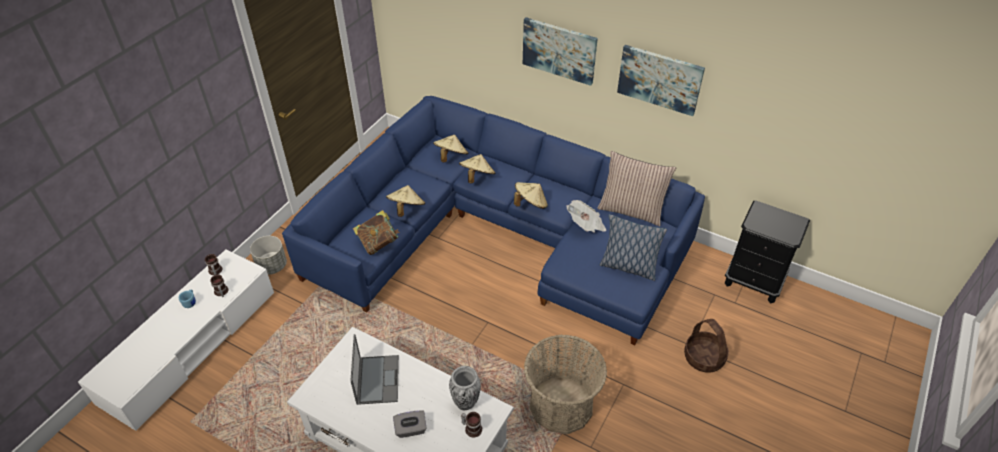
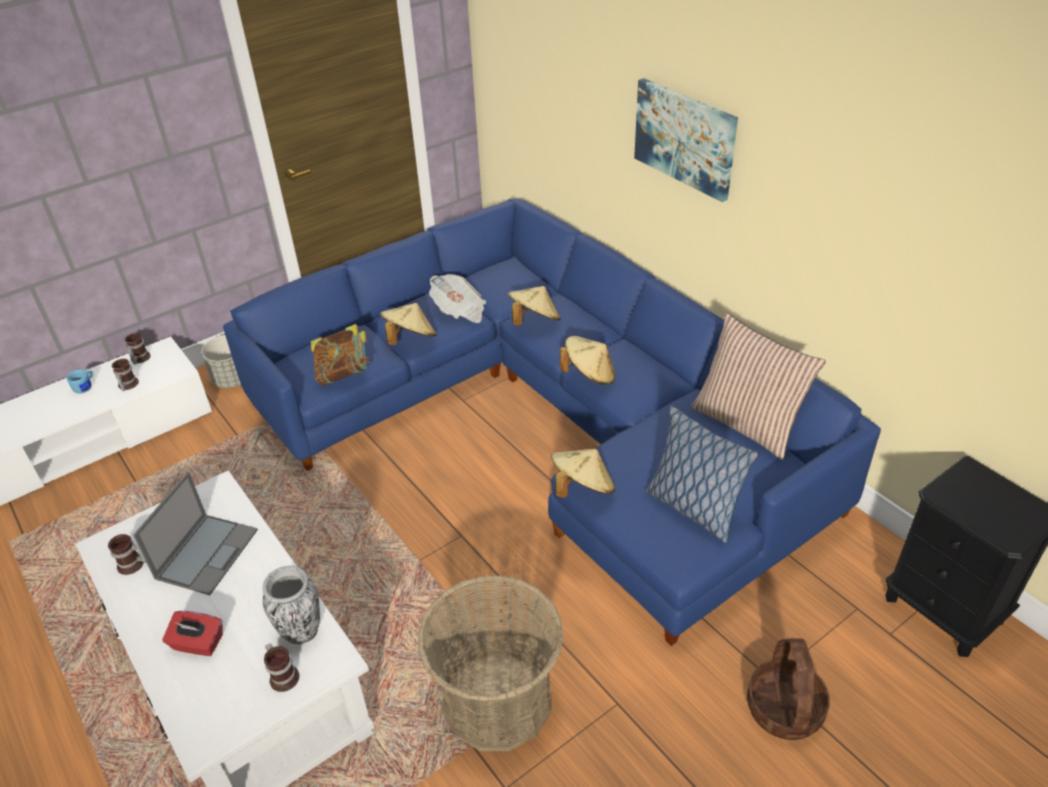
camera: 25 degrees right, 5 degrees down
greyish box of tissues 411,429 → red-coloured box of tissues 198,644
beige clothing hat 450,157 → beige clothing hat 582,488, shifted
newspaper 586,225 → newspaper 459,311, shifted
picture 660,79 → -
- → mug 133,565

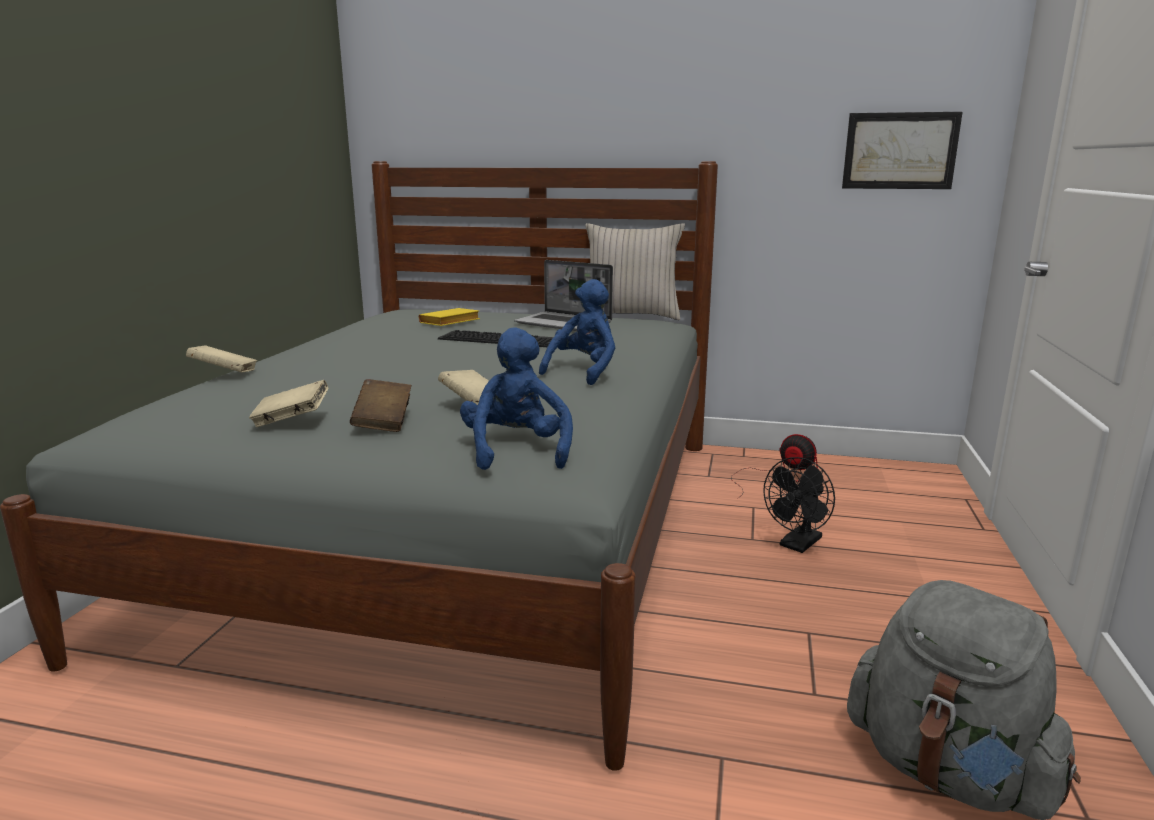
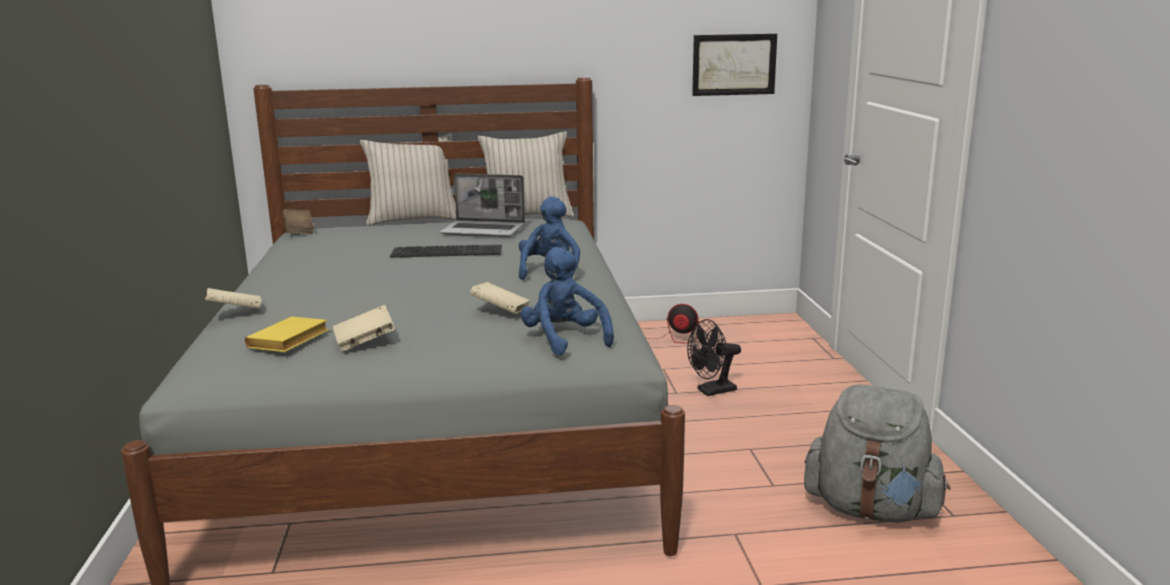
camera: 20 degrees left, 0 degrees up
brown volume 383,422 → brown volume 299,231, shifted
yellowish volume 449,323 → yellowish volume 288,342, shifted
blackish fan 797,545 → blackish fan 711,391, 45 degrees clockwise
- → beige cushion 413,220

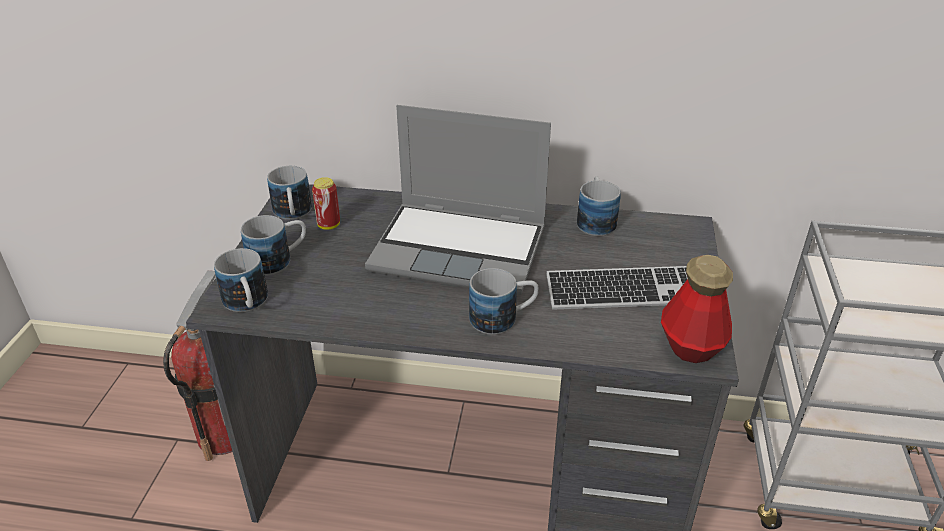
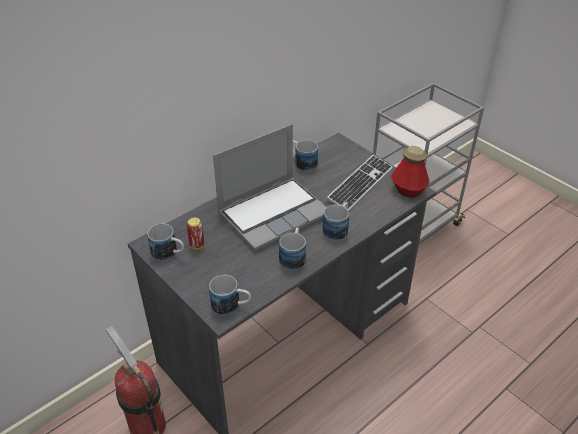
camera: 50 degrees left, 5 degrees up
mug 279,260 → mug 293,256, shifted

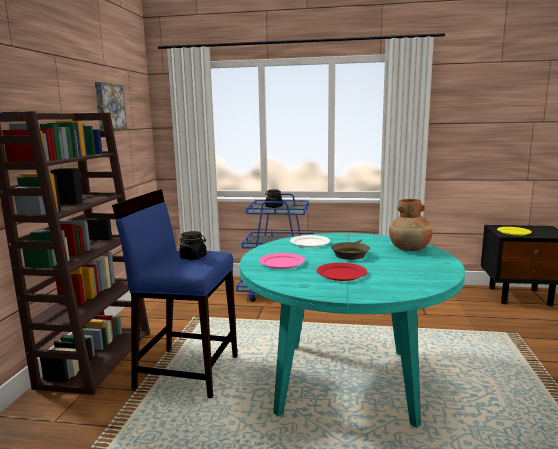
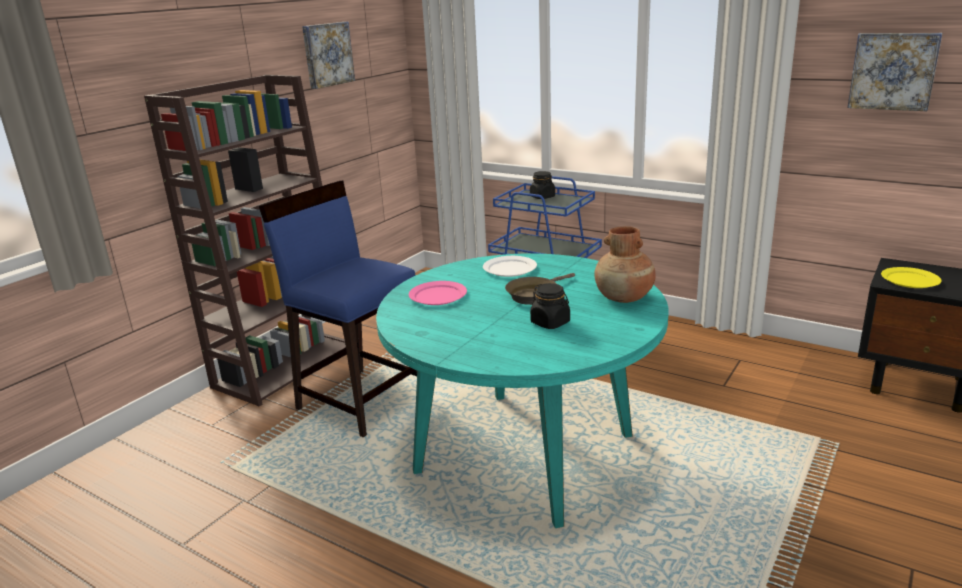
camera: 25 degrees right, 10 degrees up
blackish jar 193,257 → blackish jar 550,323, shifted
red-coloured plate 341,274 → -
- → picture 893,71

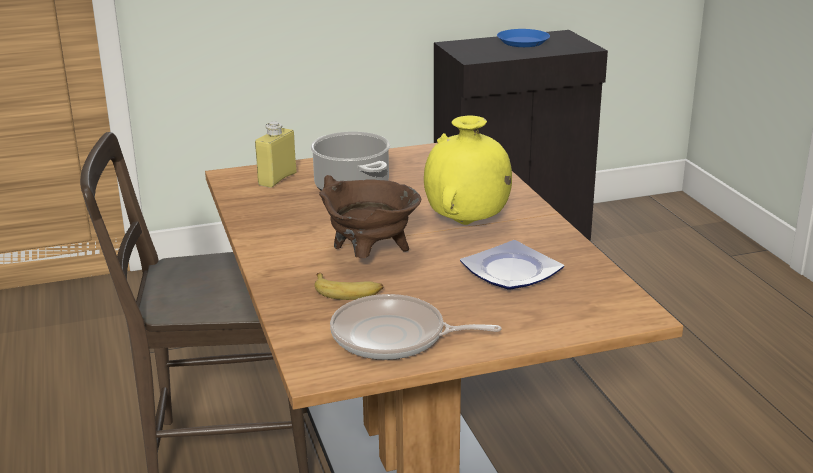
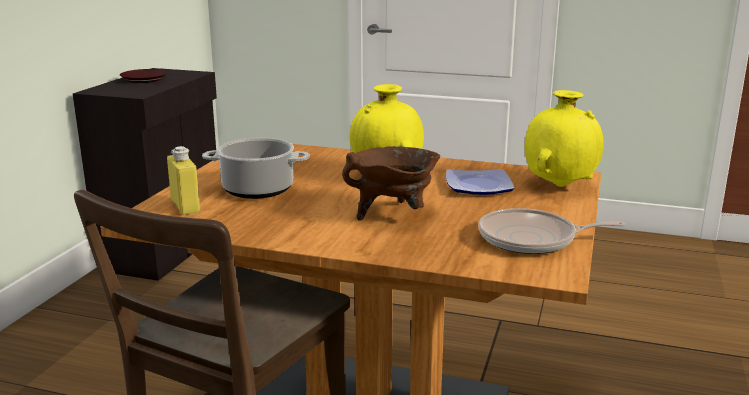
camera: 55 degrees left, 5 degrees down
whole banana 348,292 → -
skillet 394,337 → skillet 532,239, 45 degrees clockwise
bluish plate 522,42 → brown plate 144,79
- → yellowish decorative vase 559,185

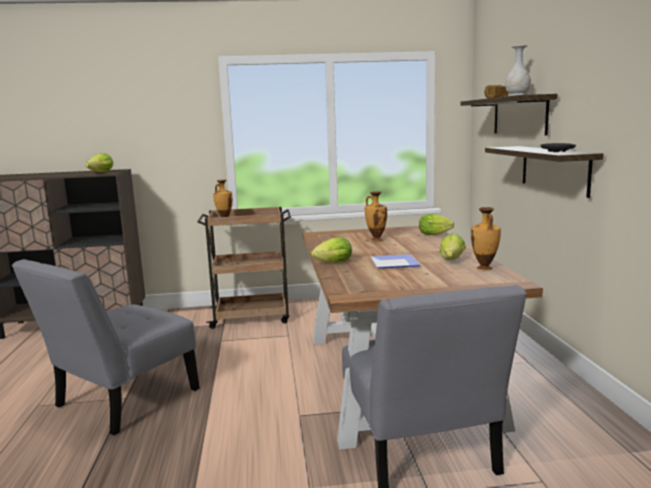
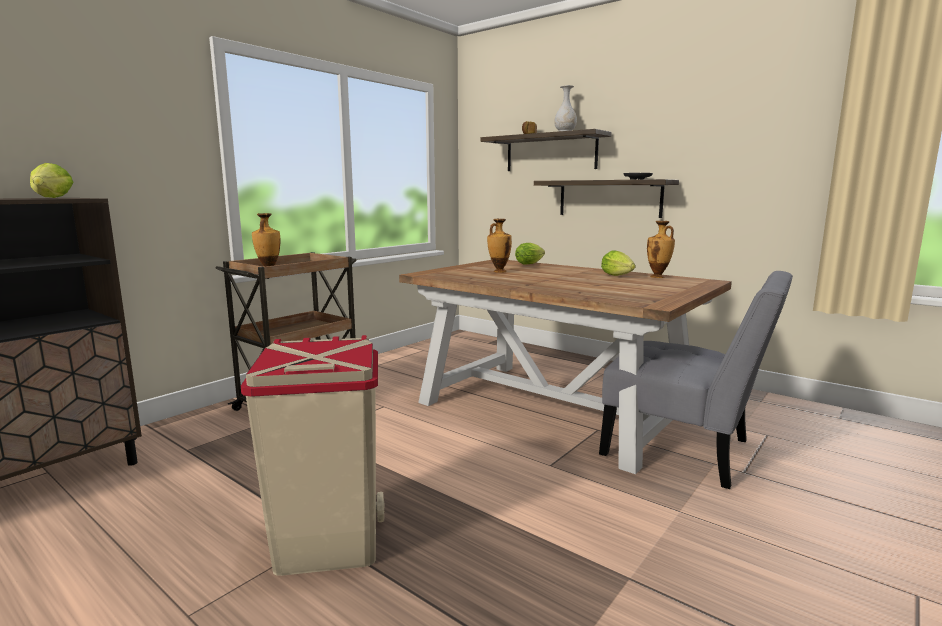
camera: 45 degrees left, 0 degrees up
greyish upright chair 121,401 → beige waste bin 327,543
lettuce head 331,263 → -
plate 395,263 → -

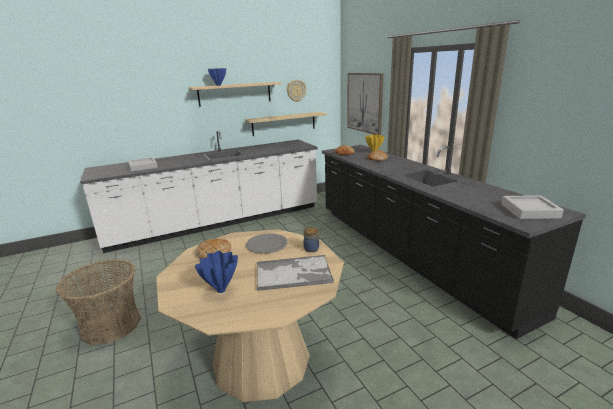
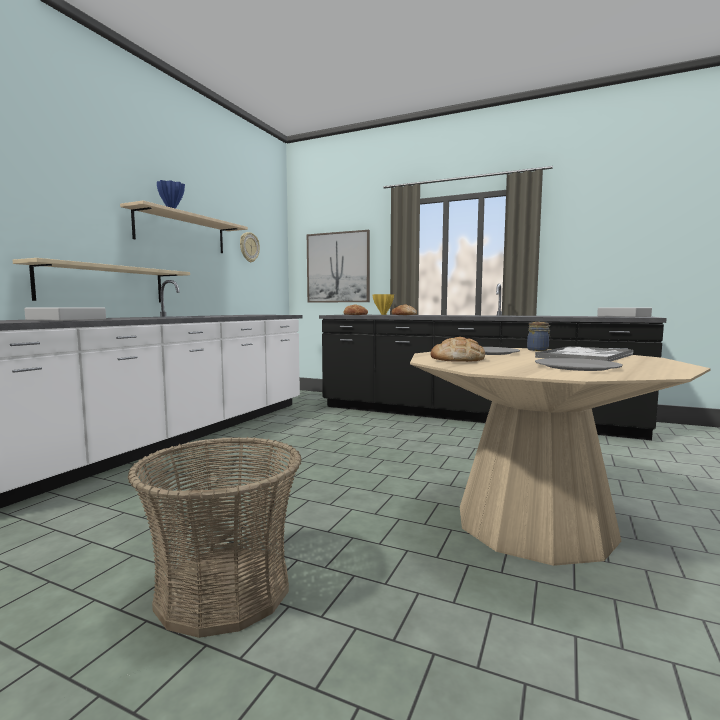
camera: 40 degrees left, 15 degrees down
bluish decorative vase 222,290 → greyish plate 577,367
beige wall shelf 284,123 → beige wall shelf 104,284, shifted

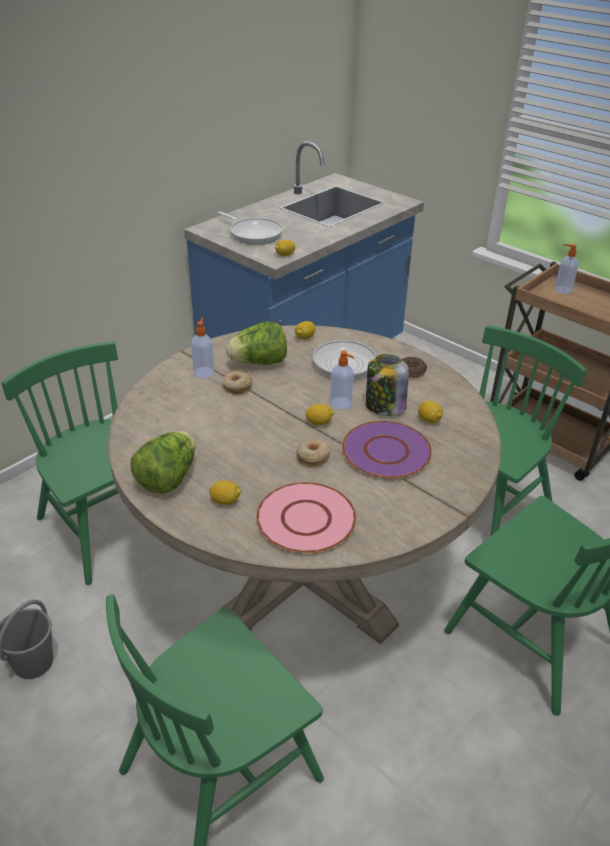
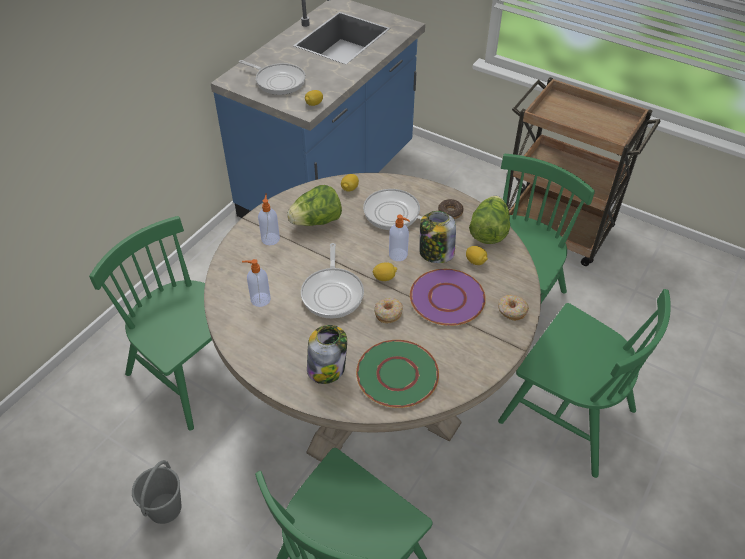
camera: 10 degrees left, 10 degrees up
lettuce head 168,478 → lettuce head 488,232, shifted
citrus fruit 225,501 → jar 327,368
doughnut 236,387 → doughnut 511,311, shifted
pinkish plate 305,519 → green plate 397,375
liquid soap bottle 562,289 → liquid soap bottle 259,299, shifted
- → skillet 333,293

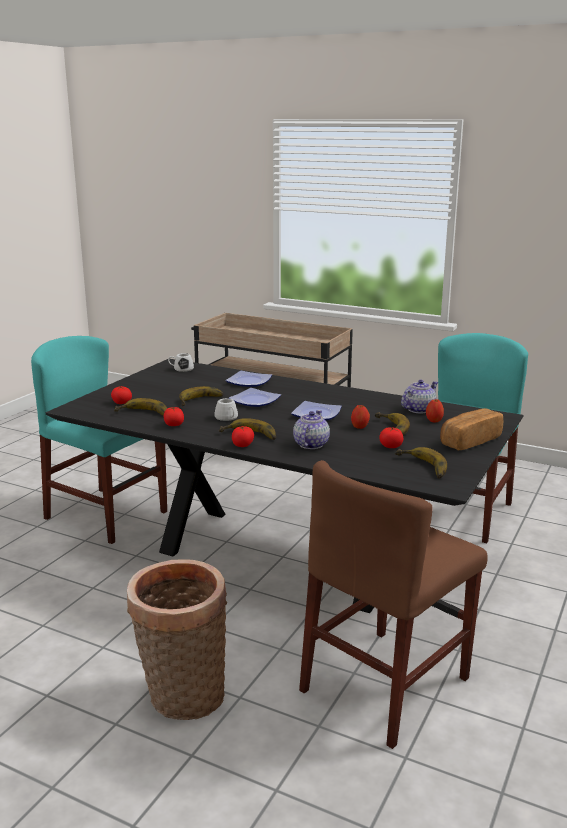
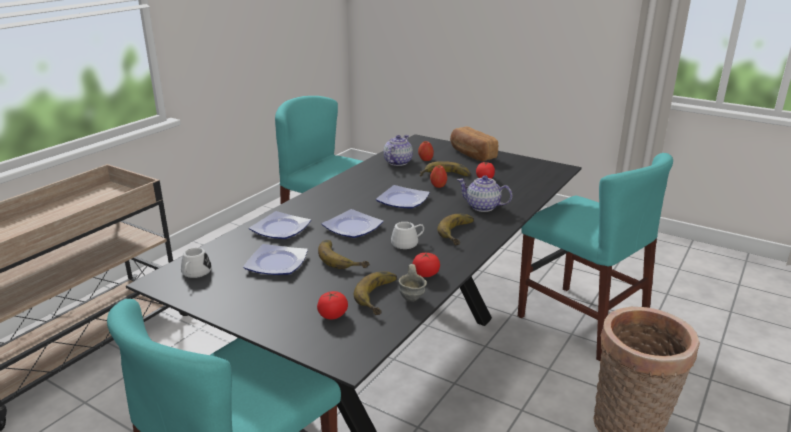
camera: 85 degrees left, 5 degrees up
tomato 242,445 → -
brown upright chair 385,684 → turquoise upright chair 581,321
whole banana 421,467 → -
tea pot 418,409 → tea pot 397,162, 60 degrees clockwise
- → plate 277,264
- → greyish mug 413,297

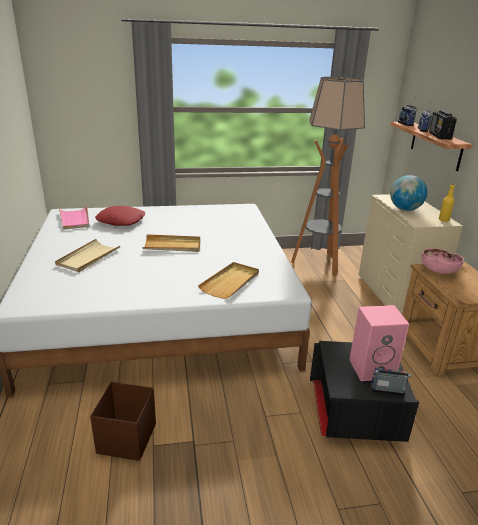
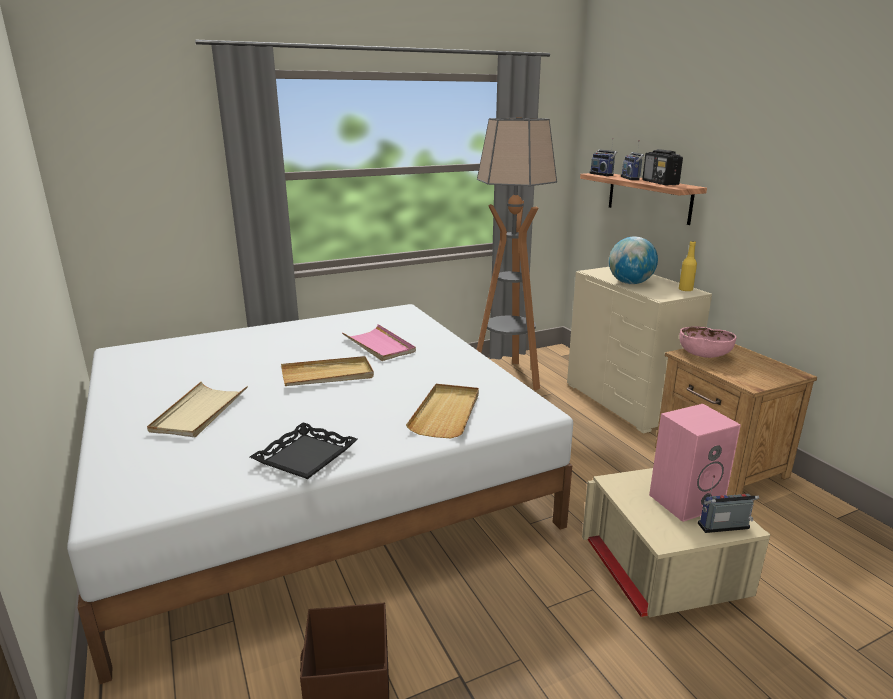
camera: 15 degrees left, 5 degrees down
pinkish serving tray 75,219 → pinkish serving tray 379,345, shifted
red-coloured cushion 121,220 → -
blackish storage box 353,411 → beige storage box 661,571
- → blackish serving tray 306,457

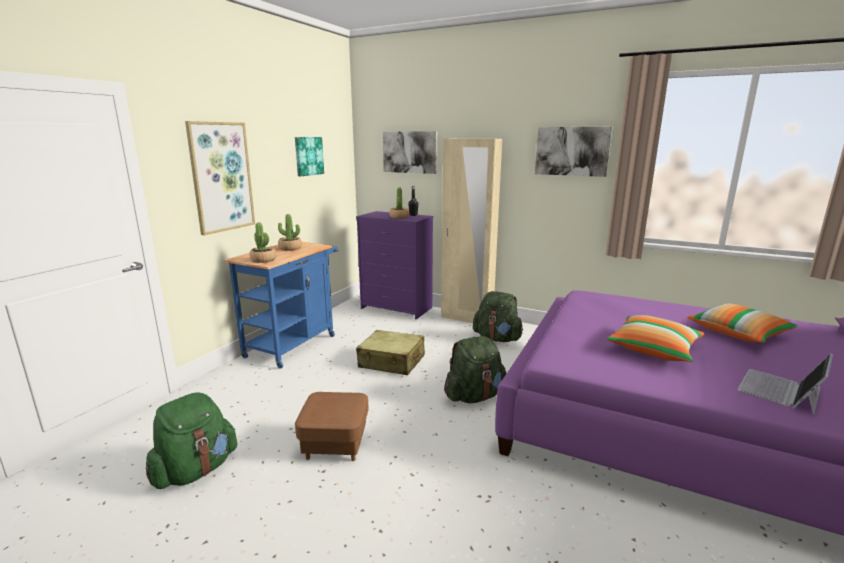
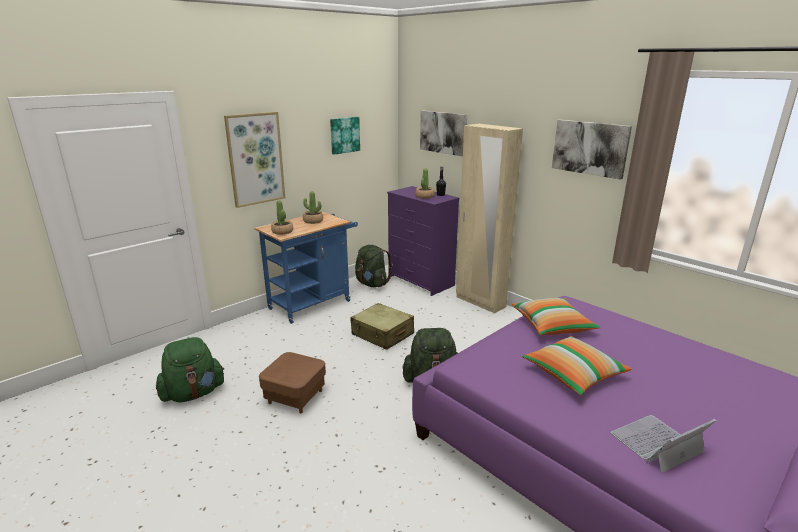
camera: 20 degrees right, 5 degrees up
green backpack 497,338 → green backpack 372,284, shifted
cushion 738,333 → cushion 552,326, shifted

